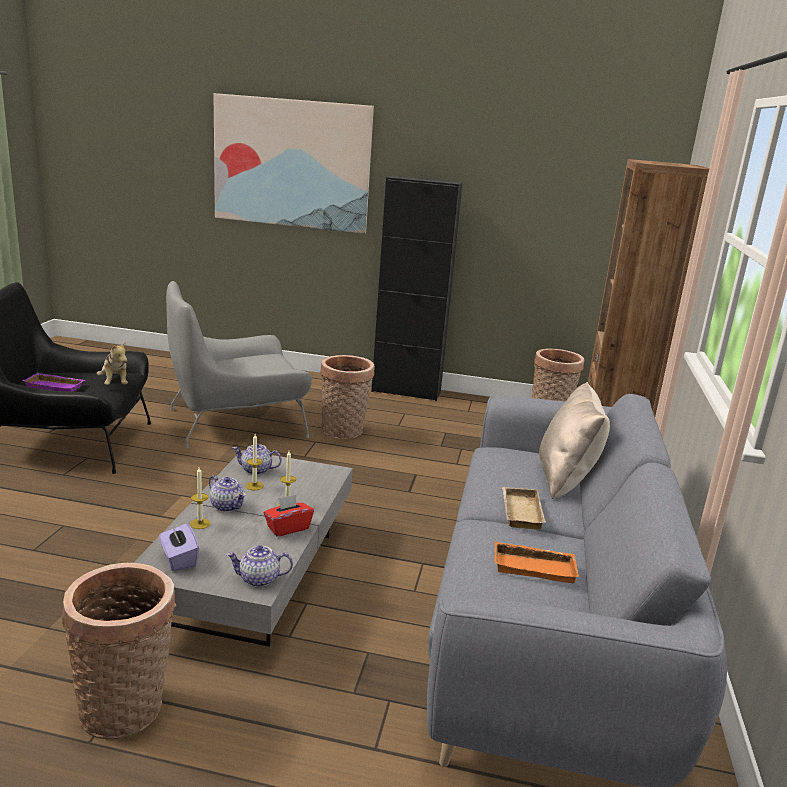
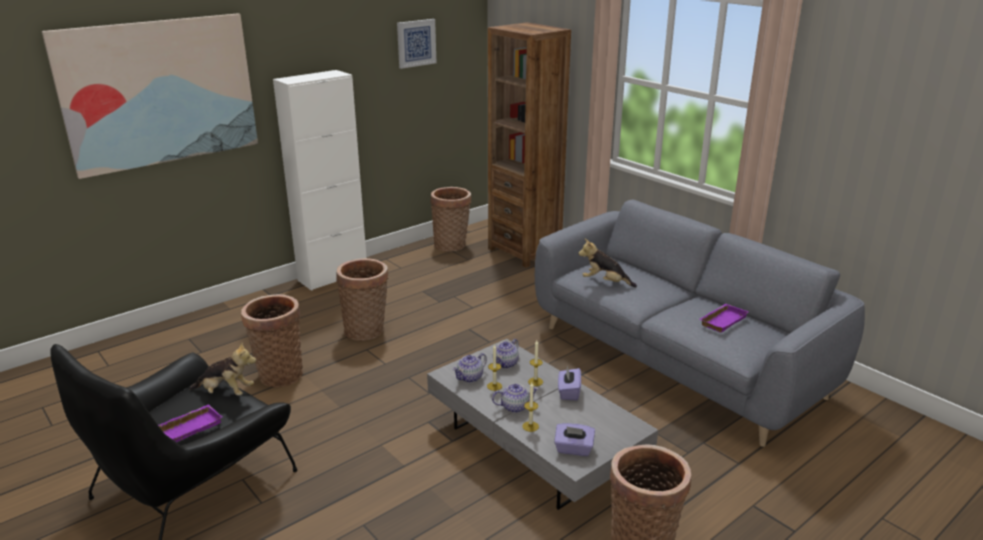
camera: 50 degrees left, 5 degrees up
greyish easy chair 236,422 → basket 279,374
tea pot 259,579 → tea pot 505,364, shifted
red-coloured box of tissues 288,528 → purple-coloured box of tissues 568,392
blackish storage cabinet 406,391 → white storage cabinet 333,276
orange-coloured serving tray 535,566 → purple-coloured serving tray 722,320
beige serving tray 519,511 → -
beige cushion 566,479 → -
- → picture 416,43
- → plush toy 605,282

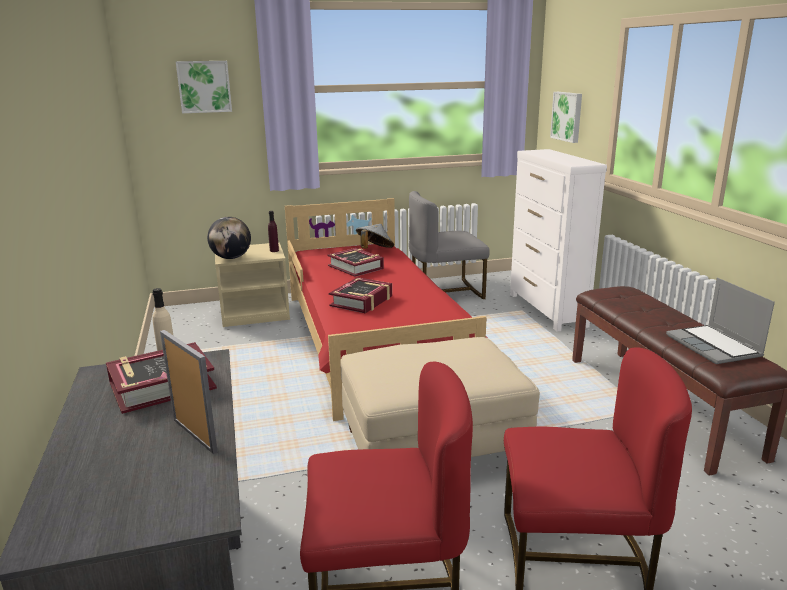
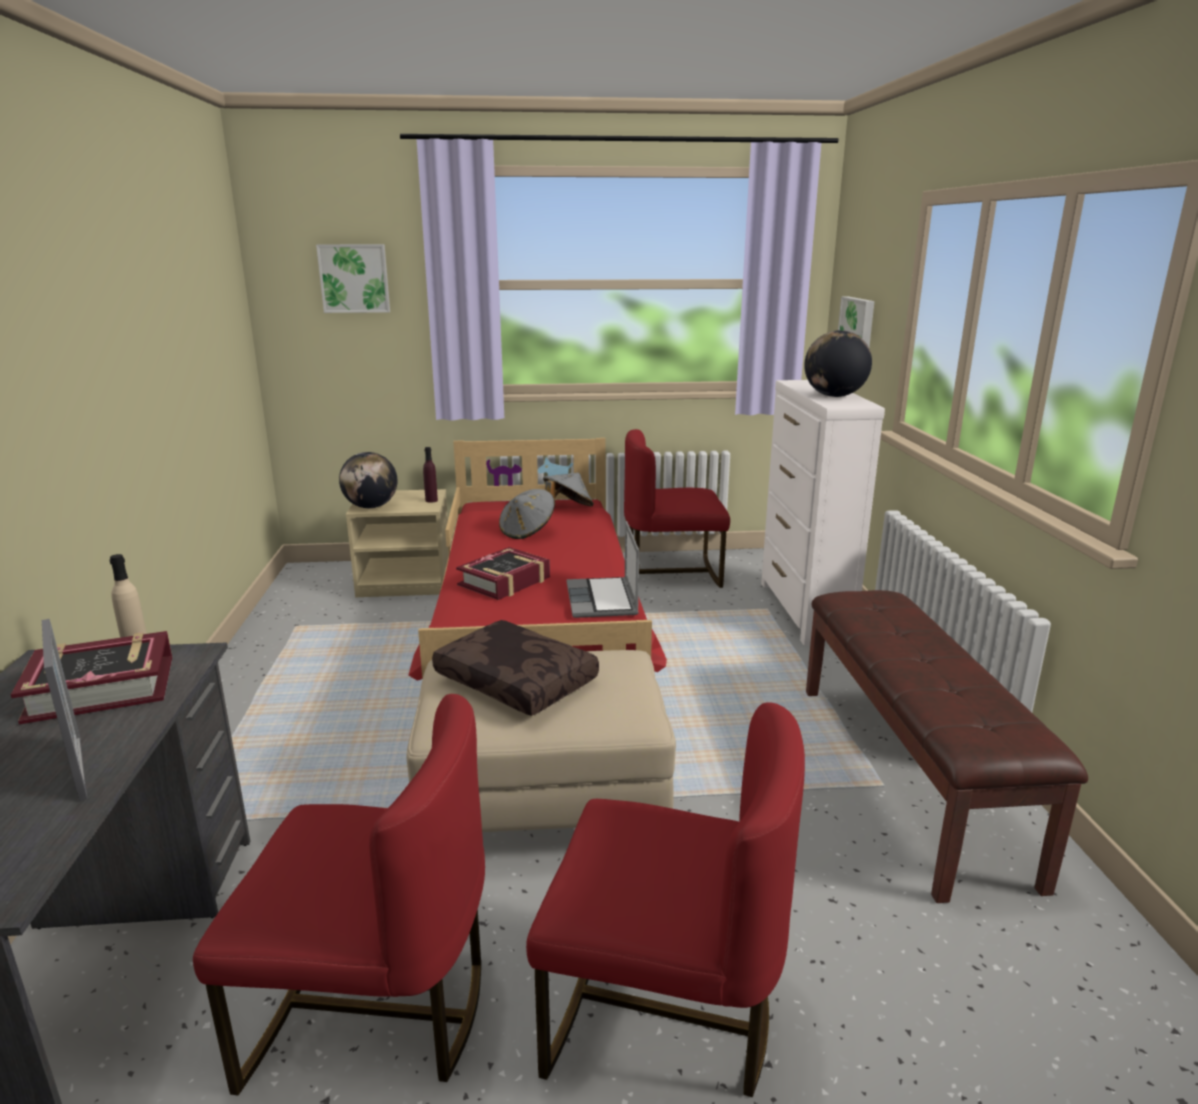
camera: 10 degrees right, 0 degrees up
volume 356,267 → greyish clothing hat 527,531
greyish upright chair 445,291 → red-coloured upright chair 672,572
portable computer 715,346 → portable computer 603,600, shifted
- → brown cushion 518,681
- → world globe 834,396

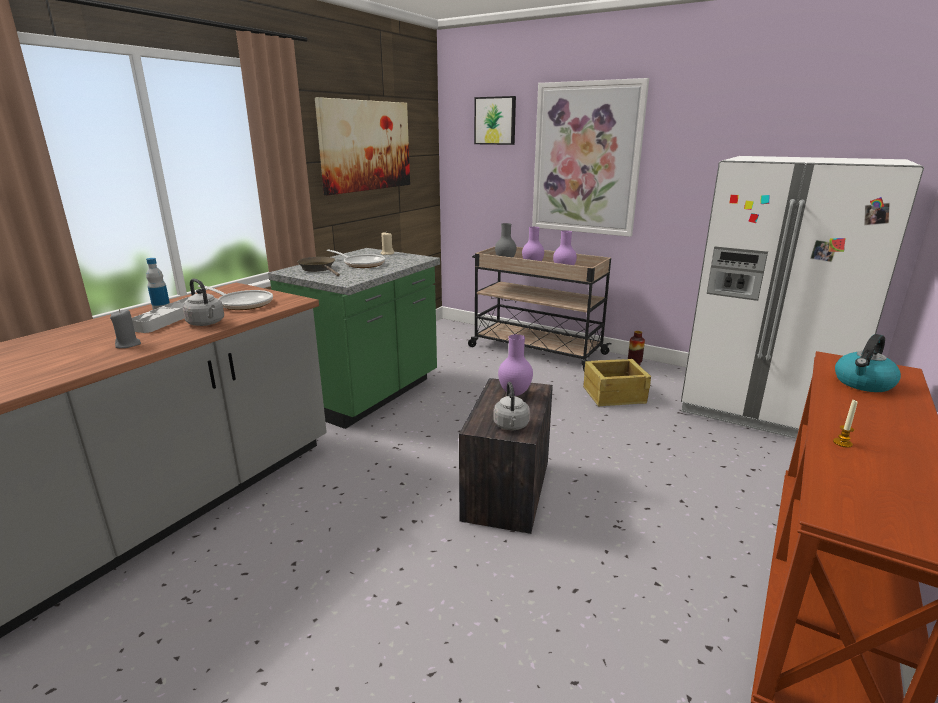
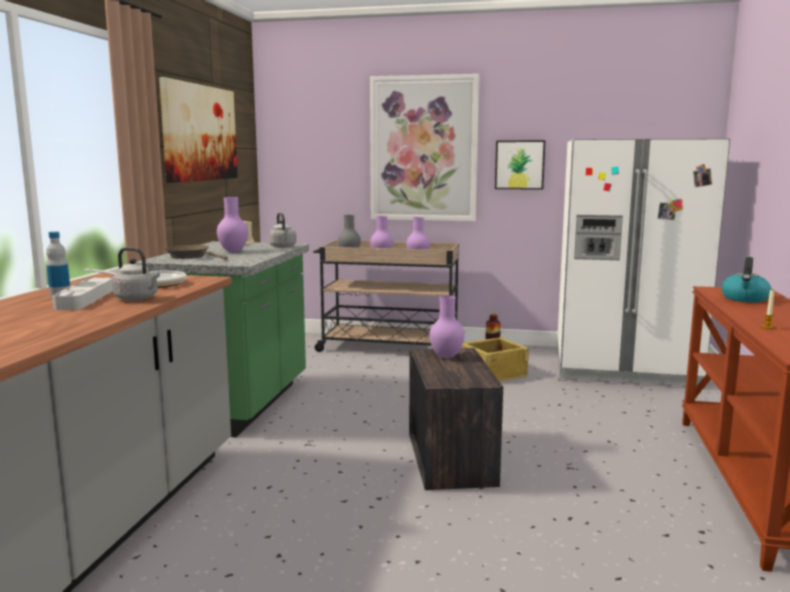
camera: 20 degrees left, 10 degrees down
greyish wax candle 128,345 → -
skillet 362,264 → purple-coloured decorative vase 233,251
picture 495,121 → picture 519,164, shifted
greyish kettle 511,426 → greyish kettle 283,247, shifted

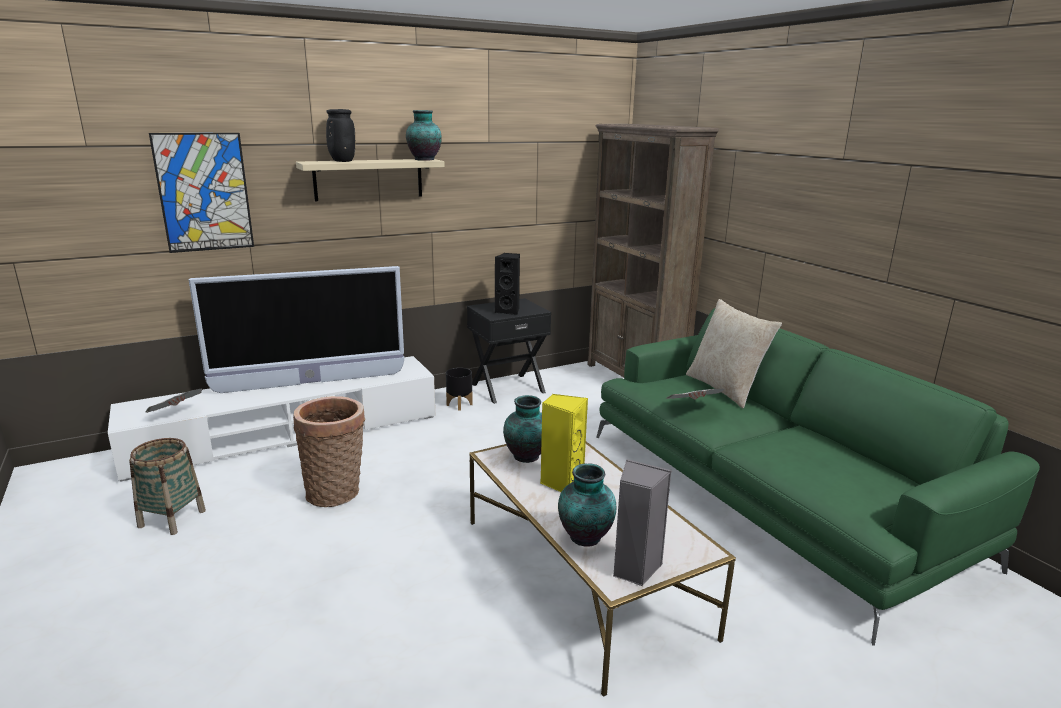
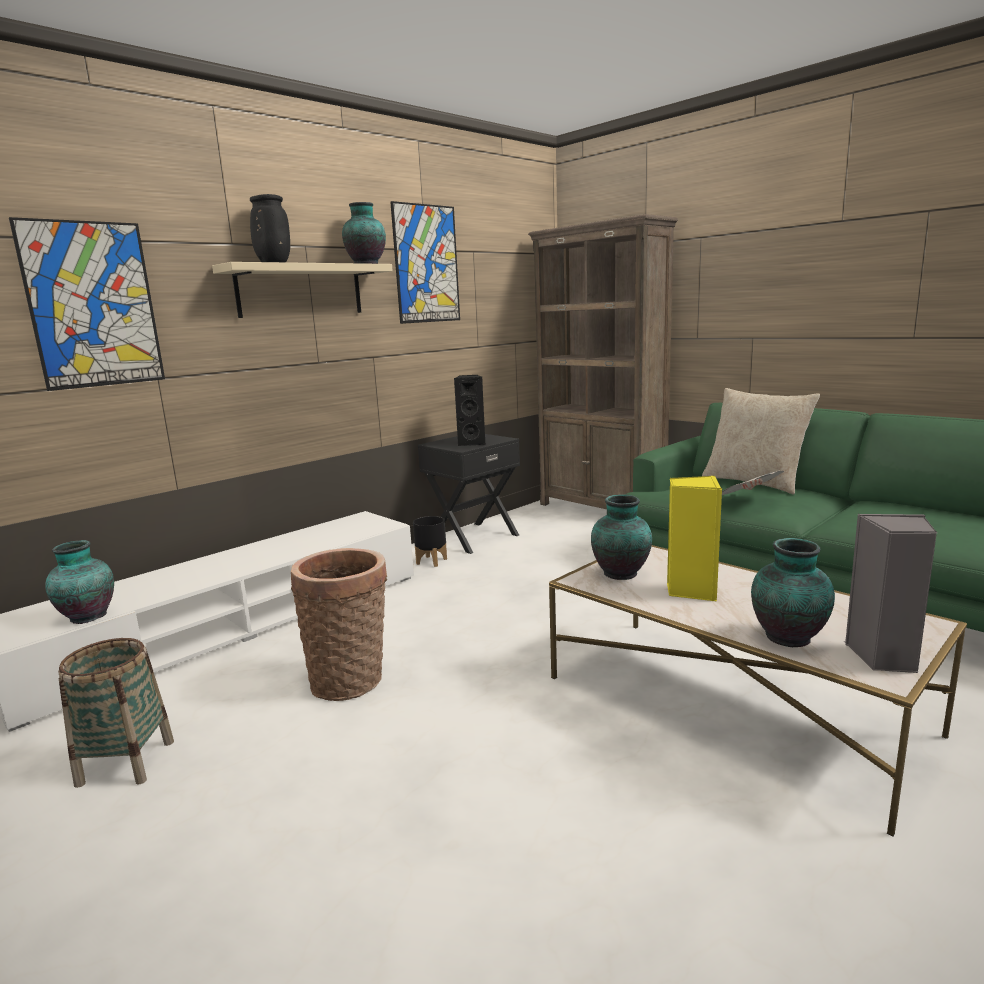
camera: 15 degrees left, 5 degrees down
newspaper 176,414 → decorative vase 86,617
TV 310,383 → -
- → picture 426,264

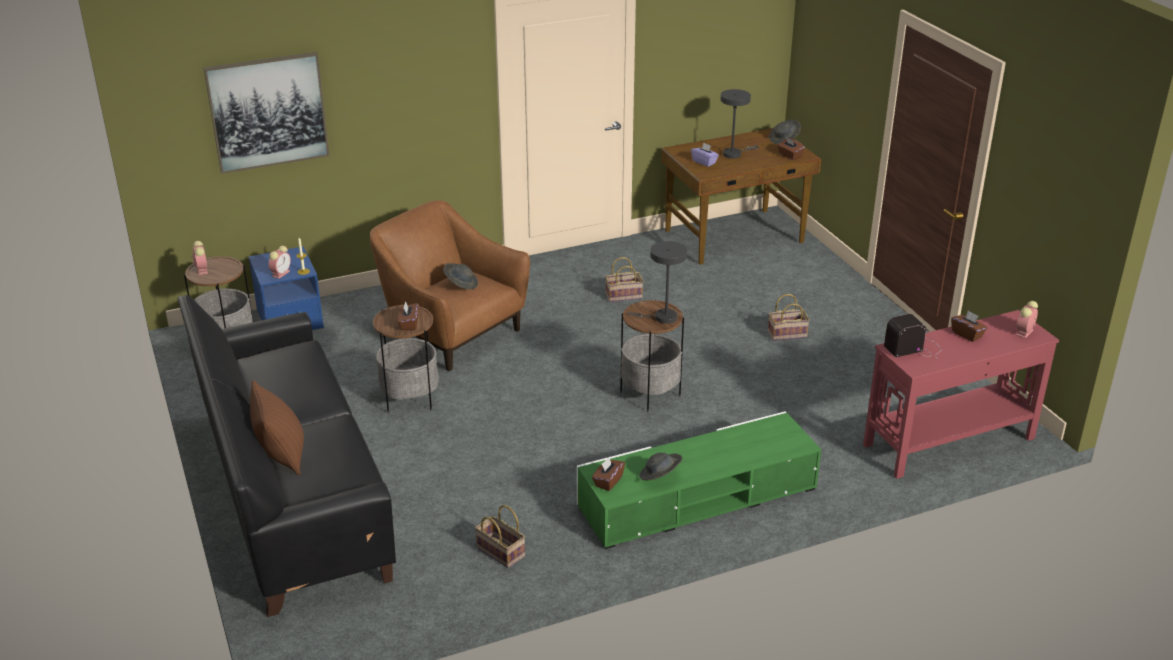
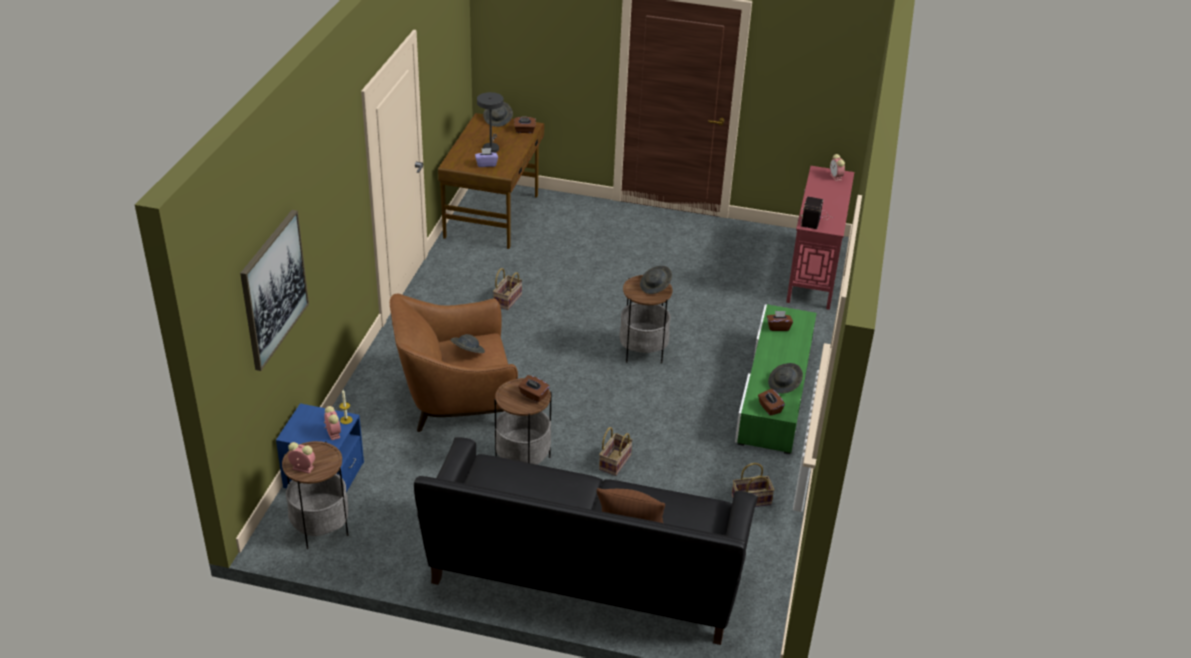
camera: 55 degrees left, 5 degrees up
greyish lamp for a table 661,317 → greyish clothing hat 655,287
basket 787,333 → basket 614,461, shifted
brown box of tissues 967,334 → brown box of tissues 778,327, shifted

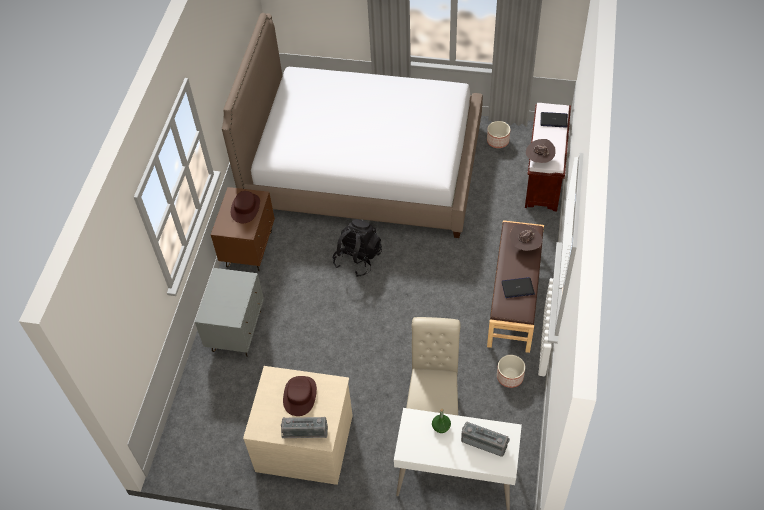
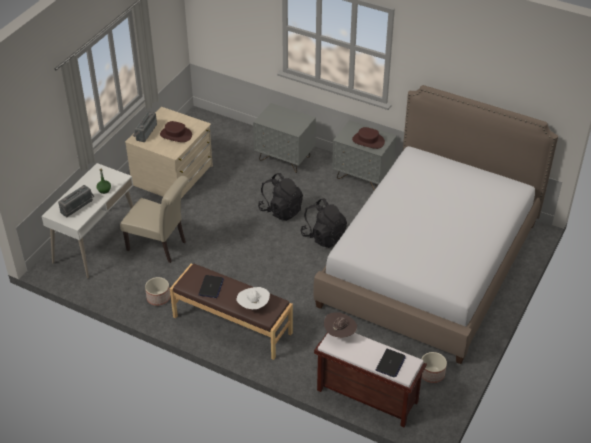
camera: 105 degrees right, 10 degrees down
brown night table 249,249 → greyish night table 363,177
brown clothing hat 524,245 → white clothing hat 253,306
- → blackish backpack 281,210

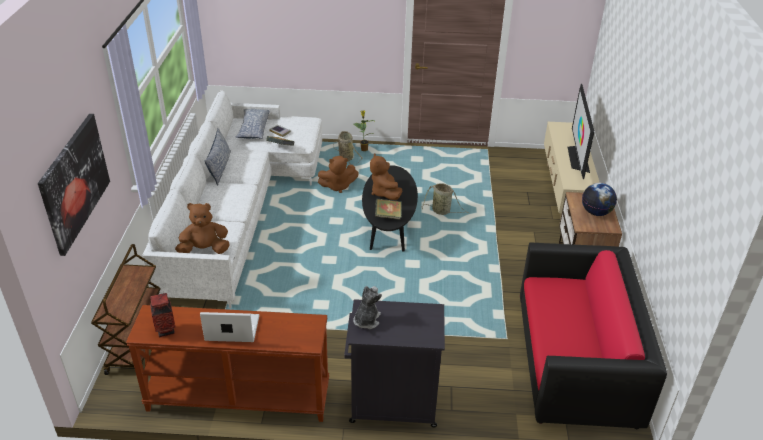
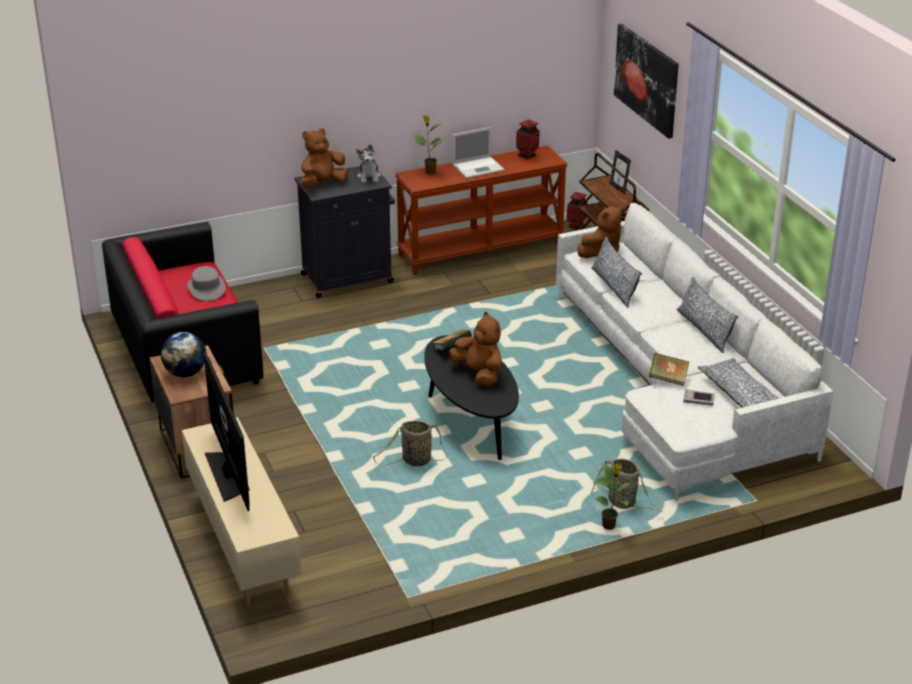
camera: 155 degrees right, 5 degrees down
brown plush toy 338,186 → brown plush toy 322,184, shifted
- → greyish clothing hat 206,288
- → potted plant 429,172
- → decorative vase 576,226
- → cushion 614,286
- → photo frame 619,188

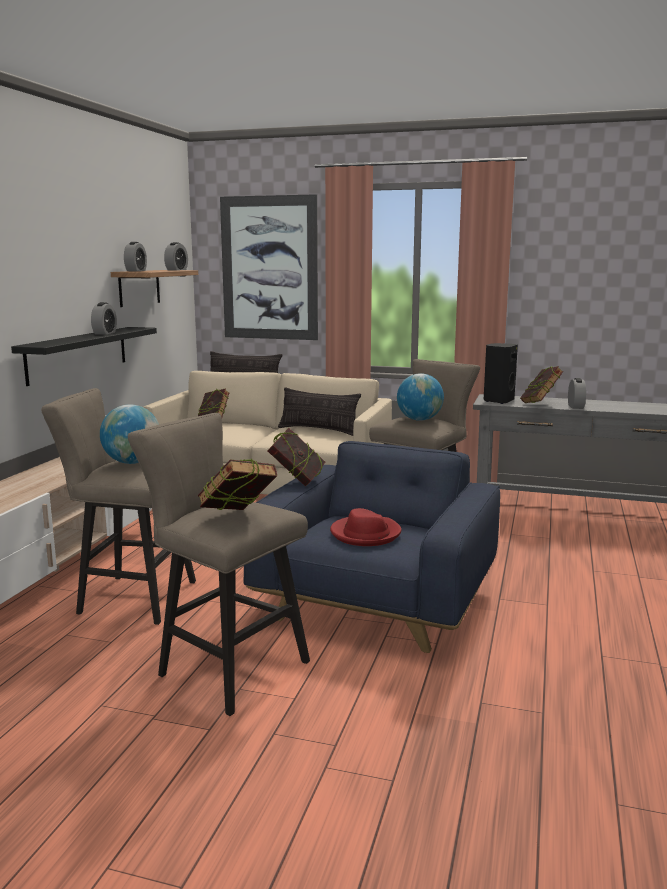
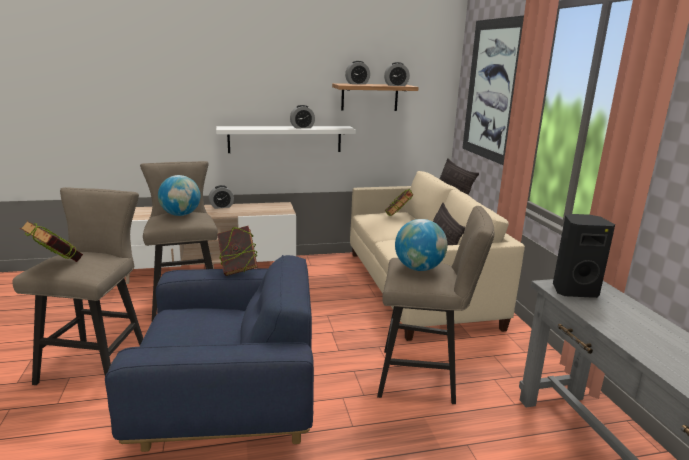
camera: 60 degrees right, 5 degrees up
blackish wall shelf 78,354 → white wall shelf 285,139
red-coloured clothing hat 365,534 → -
volume 540,404 → -
bedside clock 575,406 → bedside clock 221,206, shifted

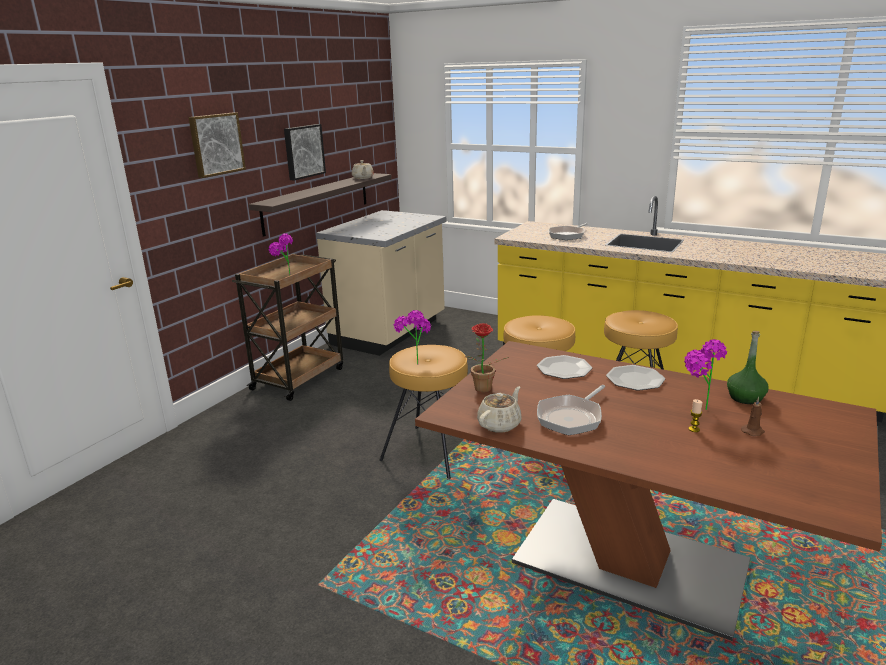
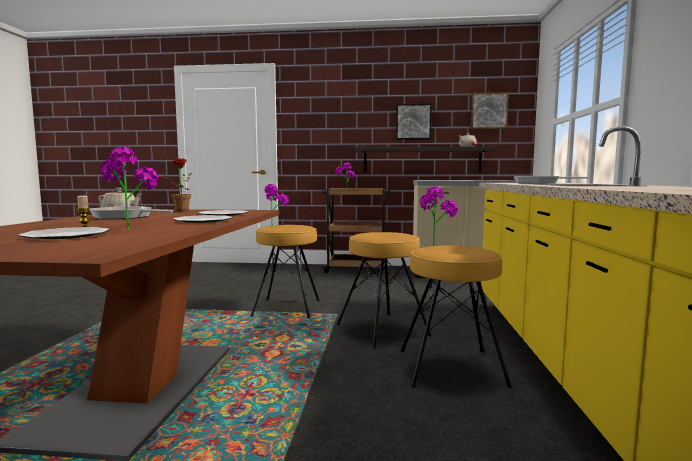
camera: 65 degrees right, 15 degrees down
picture 216,144 → picture 489,111, shifted
green drink bottle 745,398 → -
brown wax candle 753,431 → plate 66,236
- → potted plant 435,244

